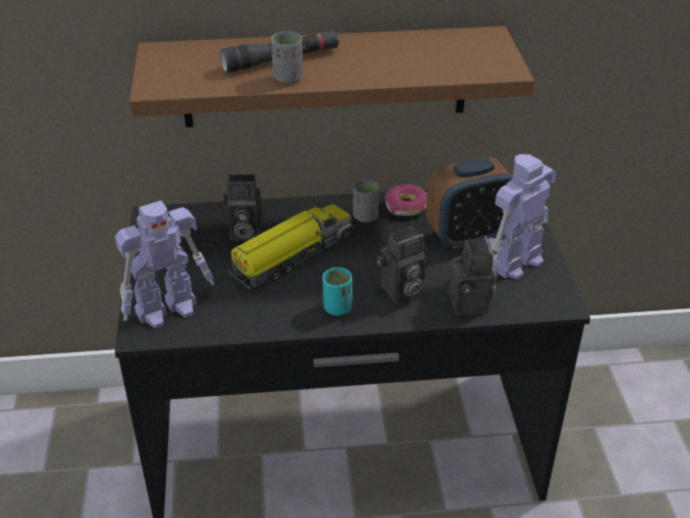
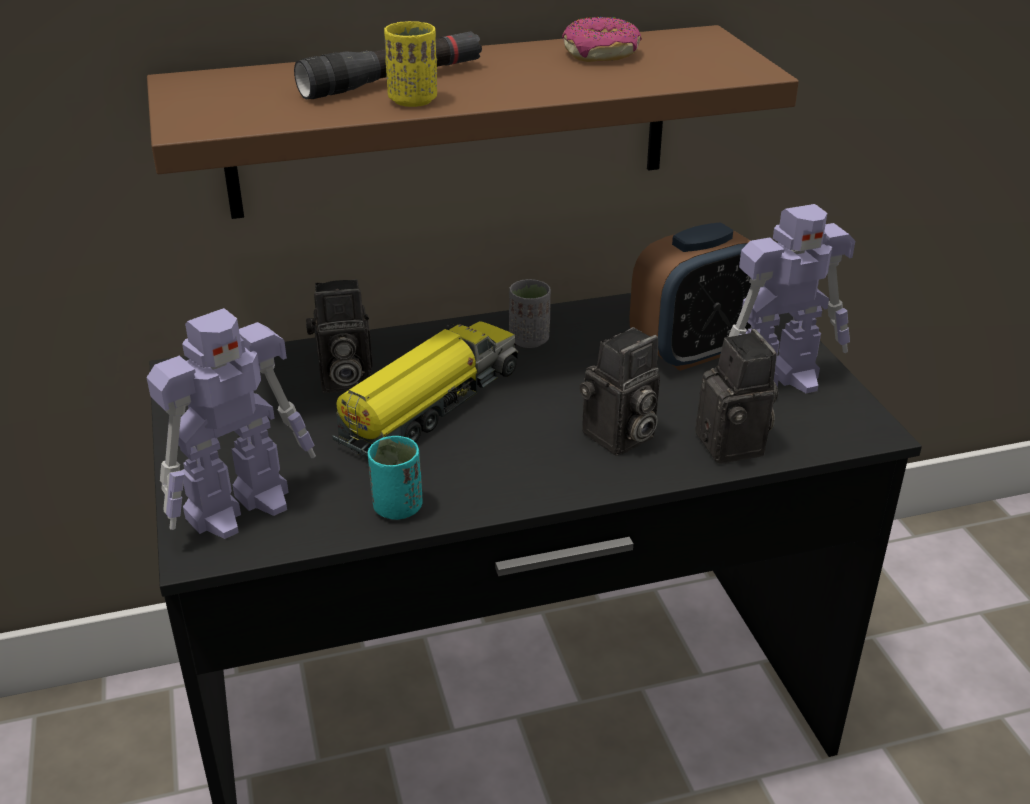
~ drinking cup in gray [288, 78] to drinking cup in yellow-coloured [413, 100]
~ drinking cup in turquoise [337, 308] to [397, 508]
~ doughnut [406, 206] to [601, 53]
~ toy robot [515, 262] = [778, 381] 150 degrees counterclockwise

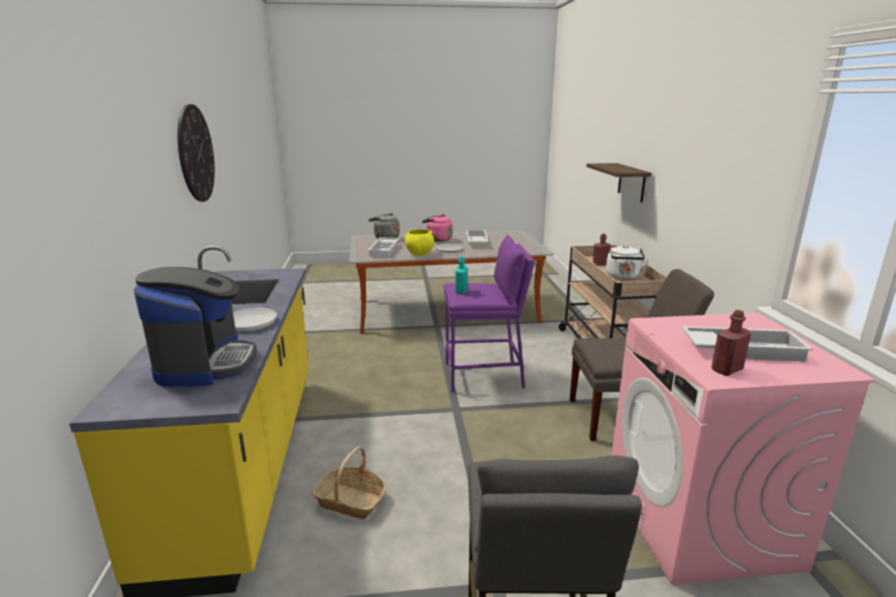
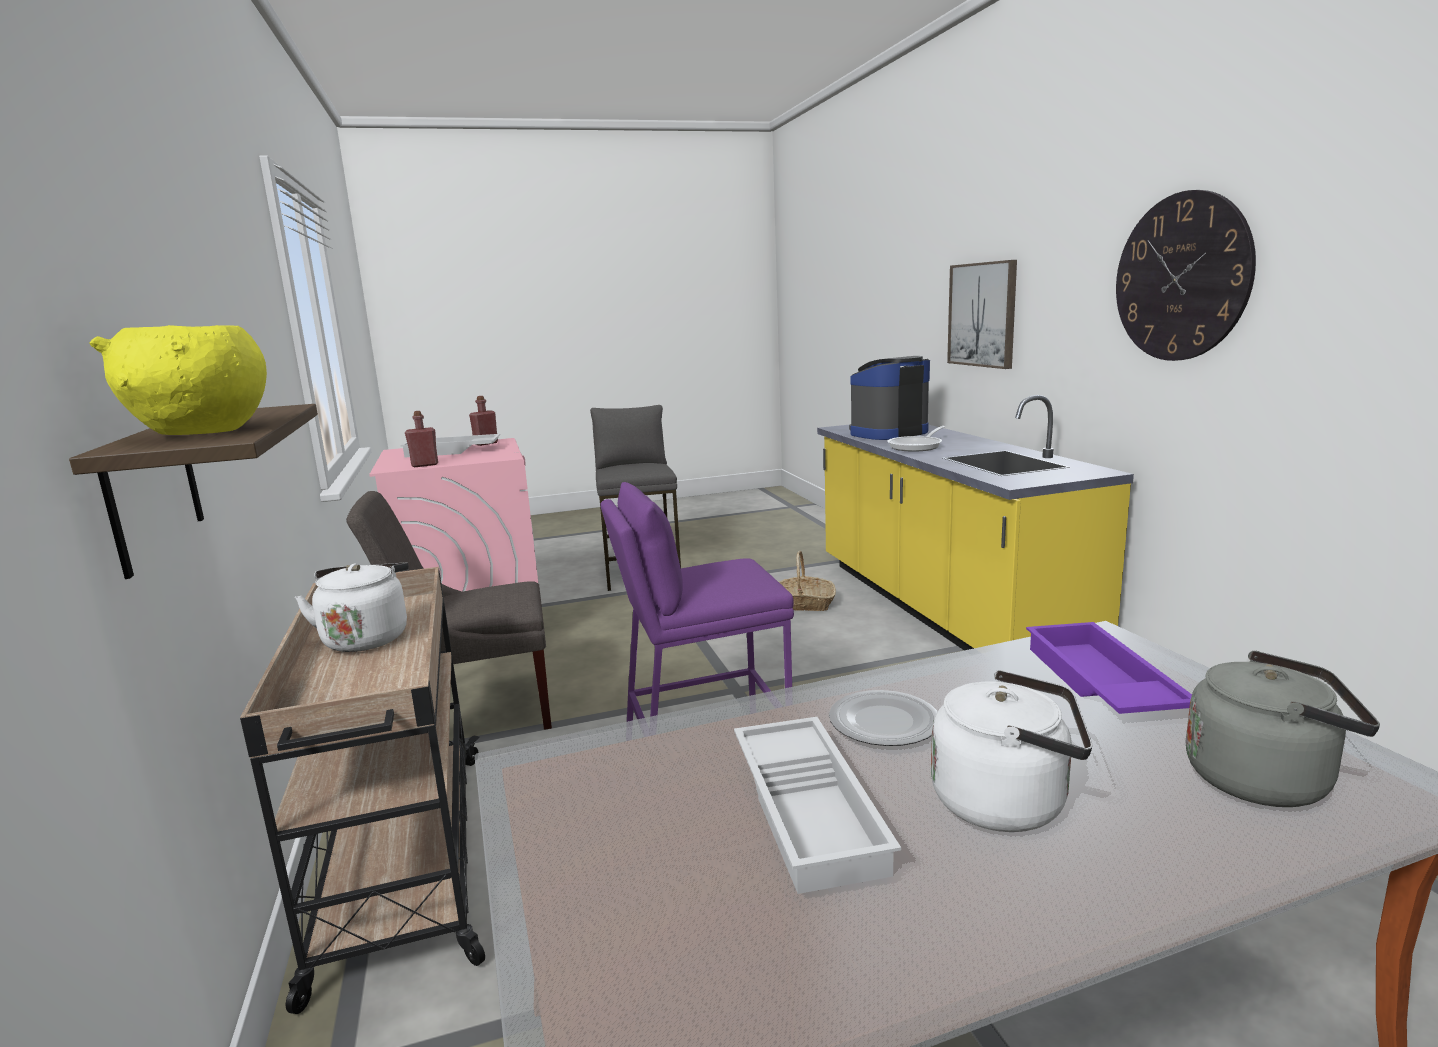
~ coffee maker [205, 364] = [887, 433] 75 degrees clockwise
~ carrying tray in whitish [385, 250] to carrying tray in purplish [1098, 682]
~ deep dish in yellow-coloured [419, 253] to [203, 432]
~ kettle in pink [437, 239] to kettle in whitish [1007, 802]
- bottle in turquoise [461, 291]
~ bottle in reddish [600, 264] to [425, 465]
+ wall art [982, 314]

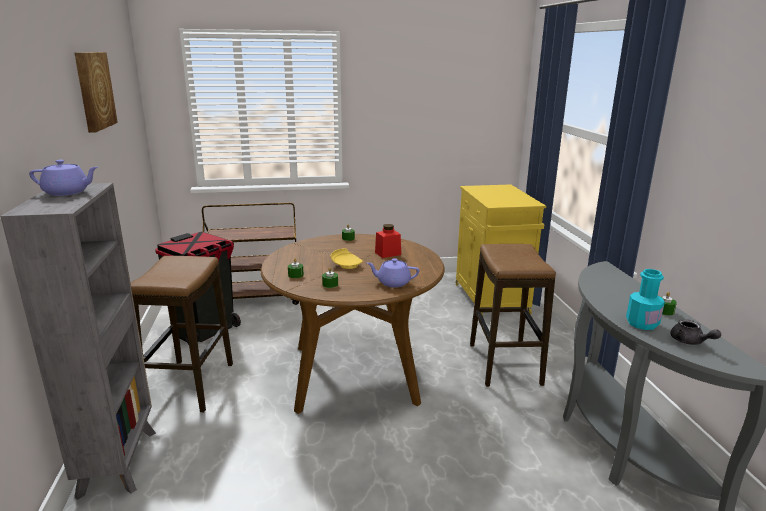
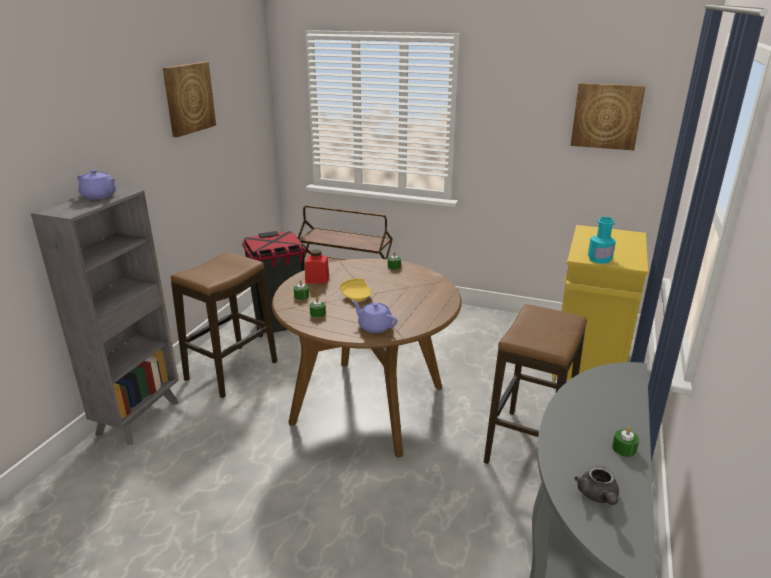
~ storage jar in reddish [388, 253] to [317, 279]
~ bottle in turquoise [642, 323] to [599, 259]
+ wall art [606, 116]

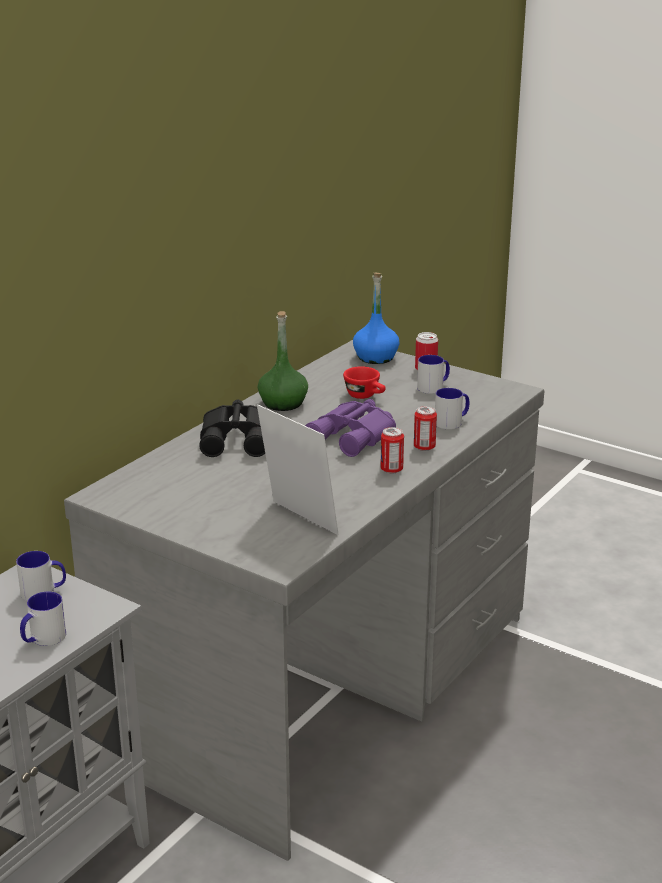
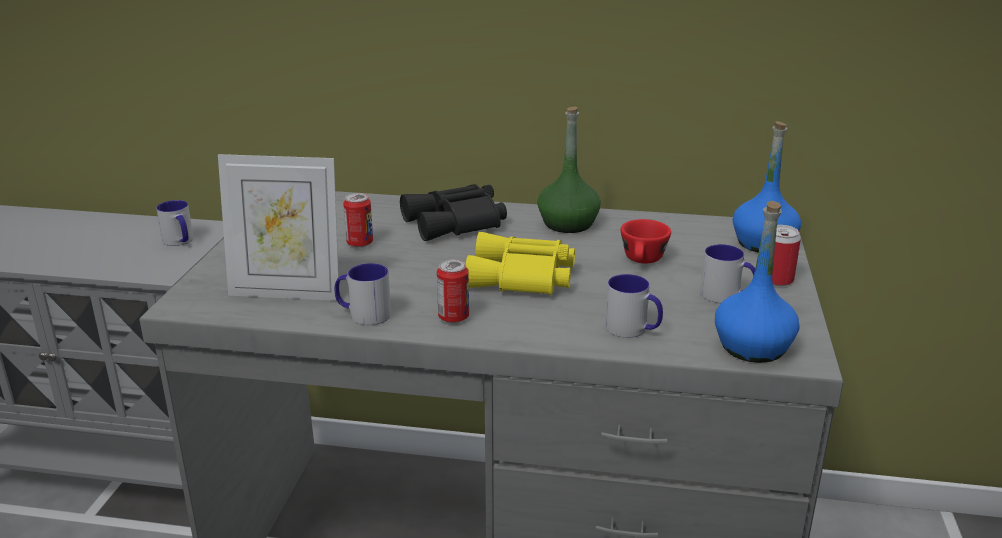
~ mug [43, 639] to [363, 314]
~ picture frame [298, 521] = [287, 292] 75 degrees clockwise
~ binoculars in purplish [354, 436] to binoculars in yellow-coloured [522, 278]
~ metal can [424, 447] to [360, 243]
+ bottle in blue [753, 347]

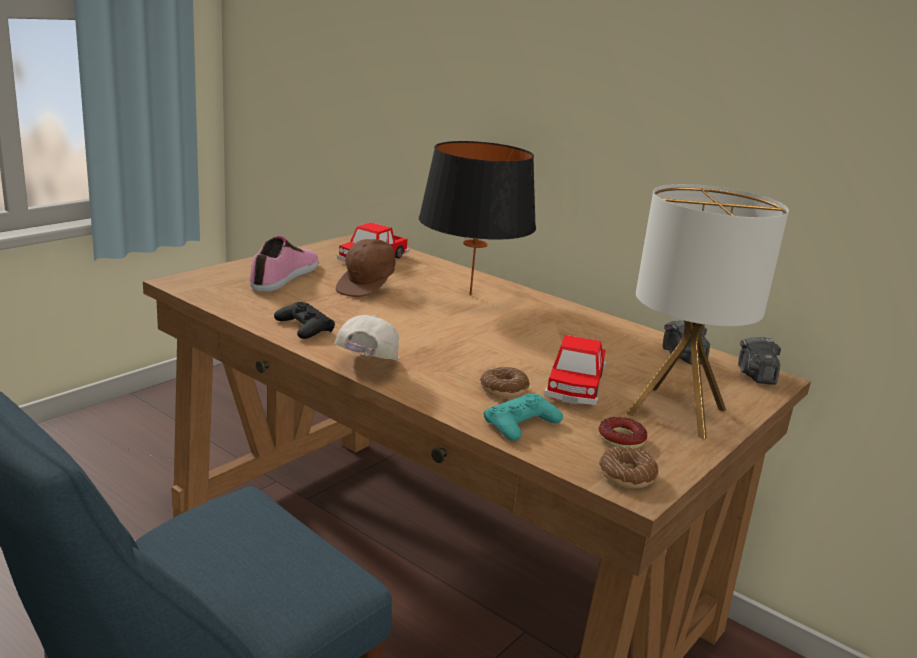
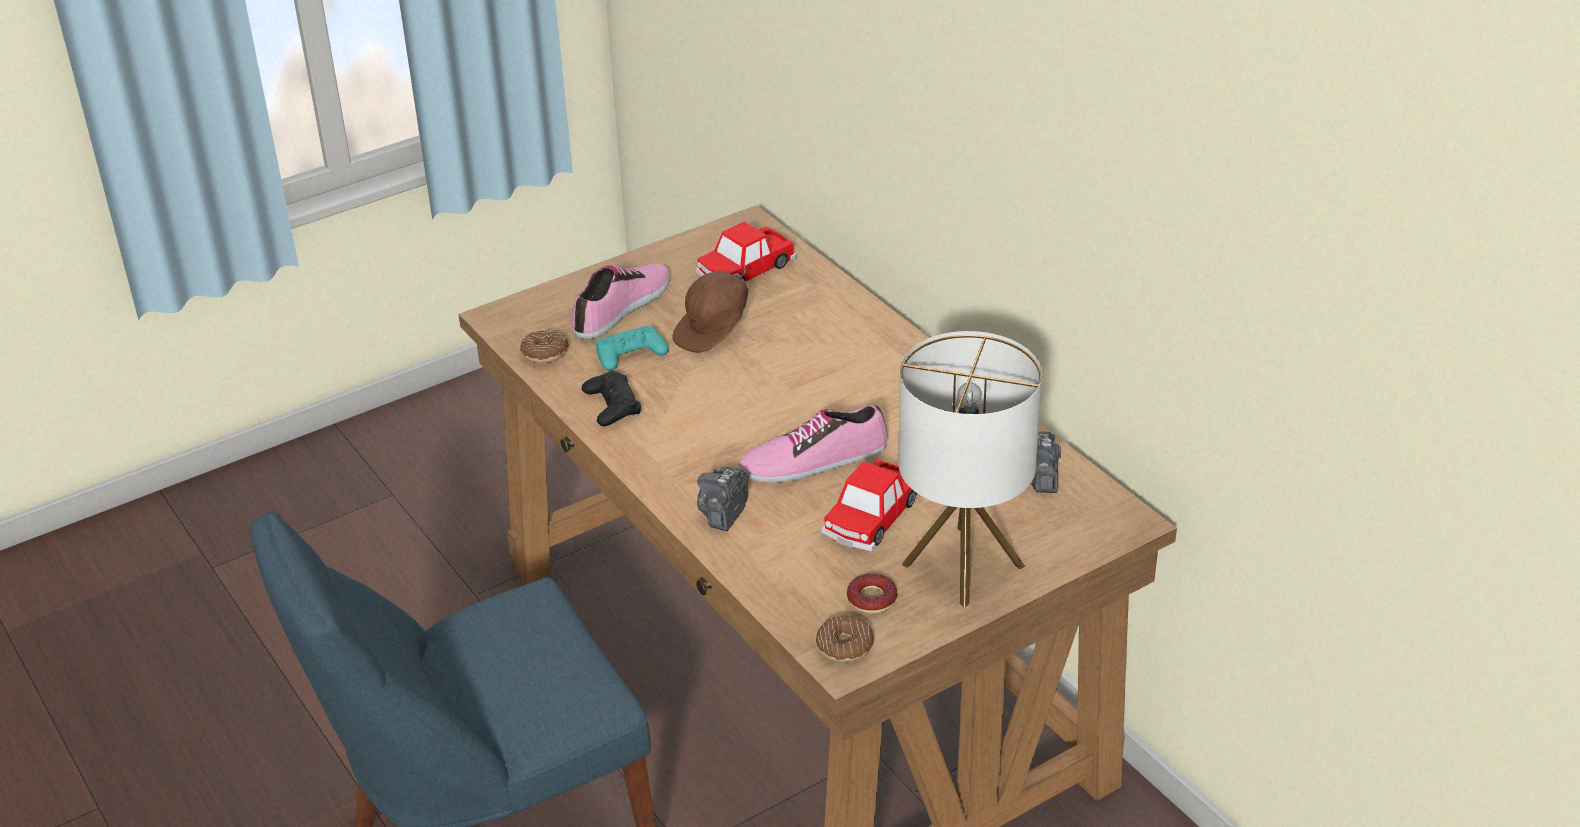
- peaked cap in whitish [365, 370]
- tabletop lamp in blackish [470, 295]
~ doughnut [504, 389] to [545, 353]
~ game controller in turquoise [521, 424] to [630, 354]
~ still camera [755, 375] to [723, 513]
+ item of footwear [813, 459]

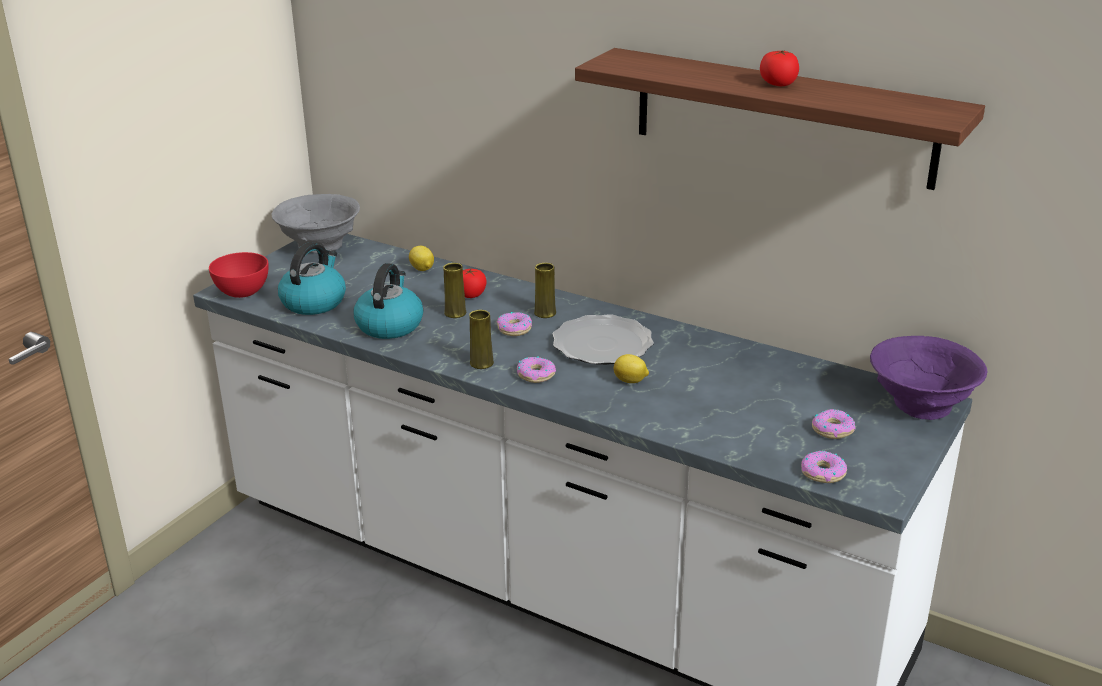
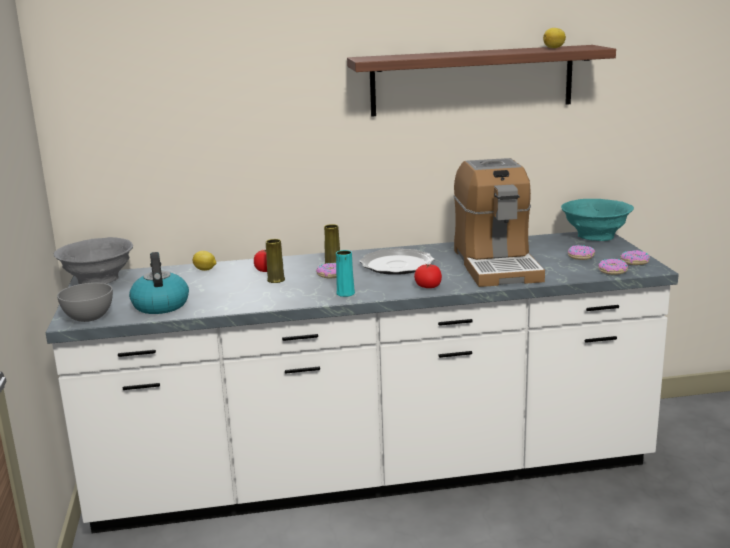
~ deep dish in reddish [242, 292] to deep dish in gray [88, 318]
- kettle [389, 325]
~ decorative vase in yellow-coloured [481, 363] to decorative vase in turquoise [345, 293]
~ doughnut [536, 375] to [634, 262]
~ citrus fruit [630, 381] to [554, 48]
~ fresh tomato [778, 84] to [428, 287]
~ deep dish in purplish [921, 405] to deep dish in turquoise [595, 237]
+ coffee maker [496, 265]

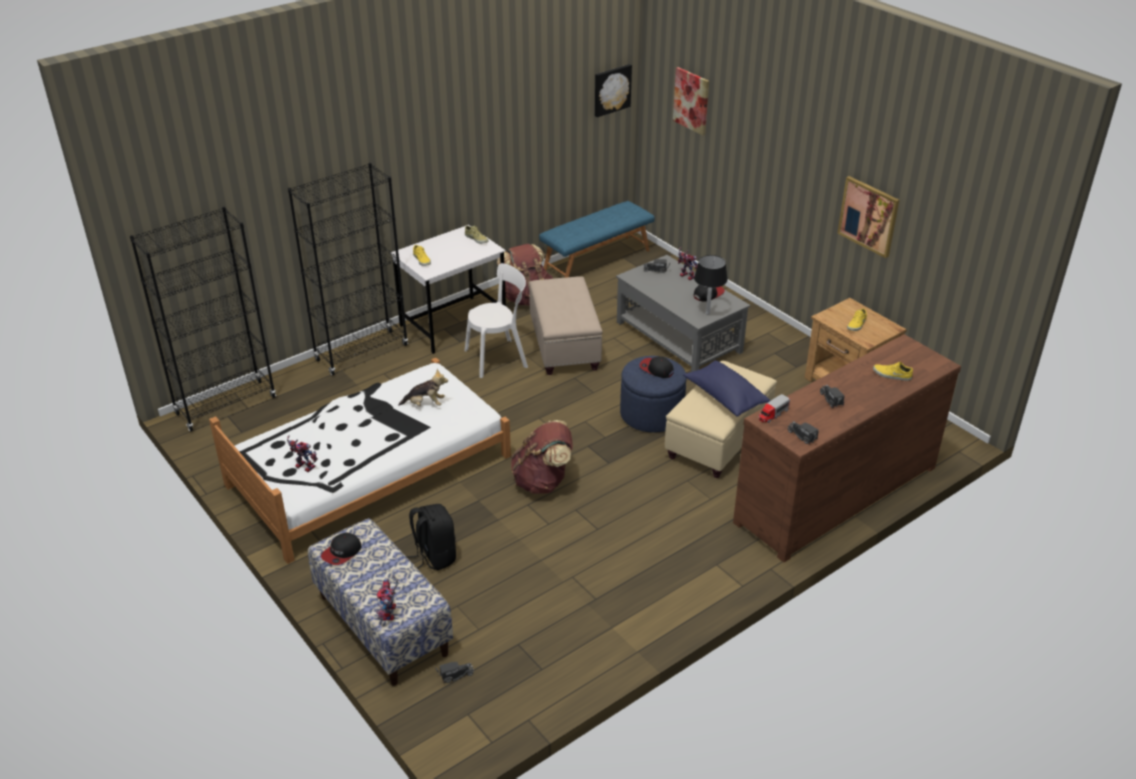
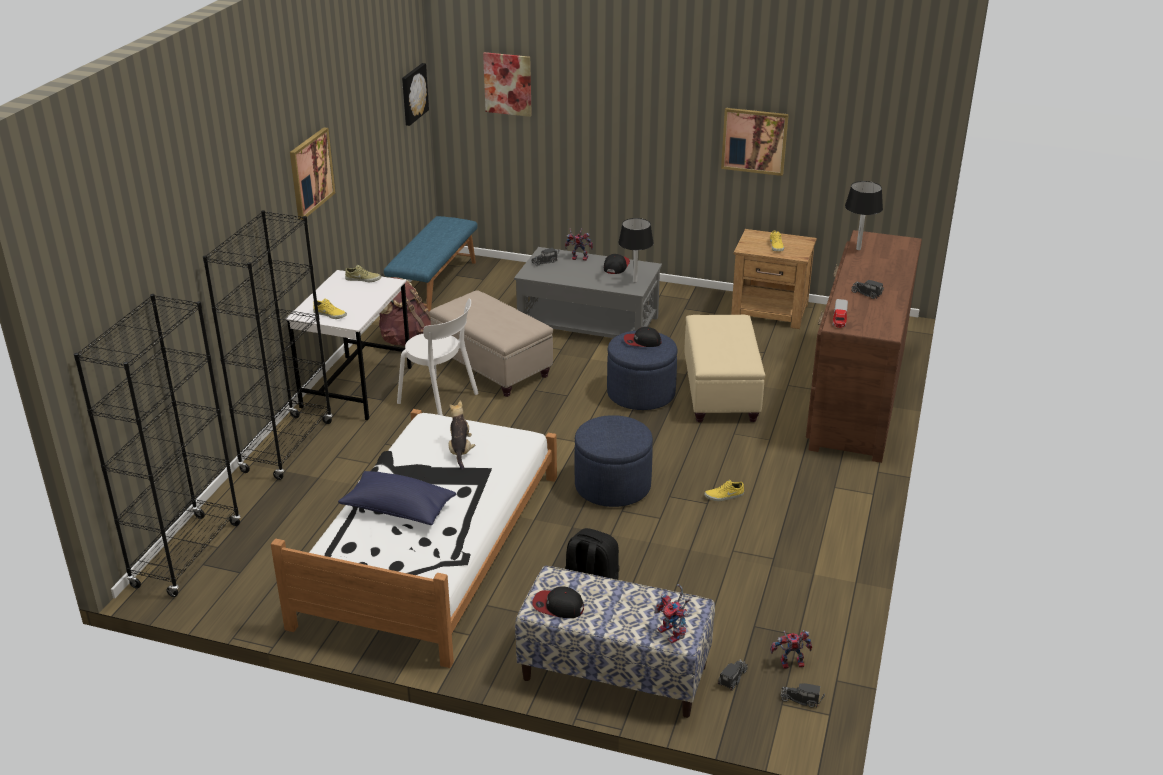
~ toy robot [302, 467] to [790, 664]
~ peaked cap [342, 552] = [558, 606] 105 degrees clockwise
~ cuddly toy [425, 404] = [460, 451] 60 degrees counterclockwise
~ upright chair in whitish [499, 357] = [440, 399] 90 degrees clockwise
~ rucksack in brownish [543, 482] to footrest in blue [612, 486]
~ cushion in blue [725, 397] to [398, 510]
~ toy lorry [803, 436] to [802, 700]
~ item of footwear in yellow-coloured [891, 375] to [724, 496]
+ wall art [311, 173]
+ tabletop lamp in blackish [858, 249]

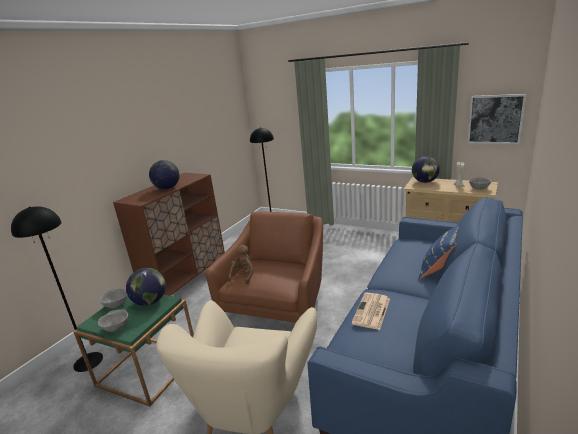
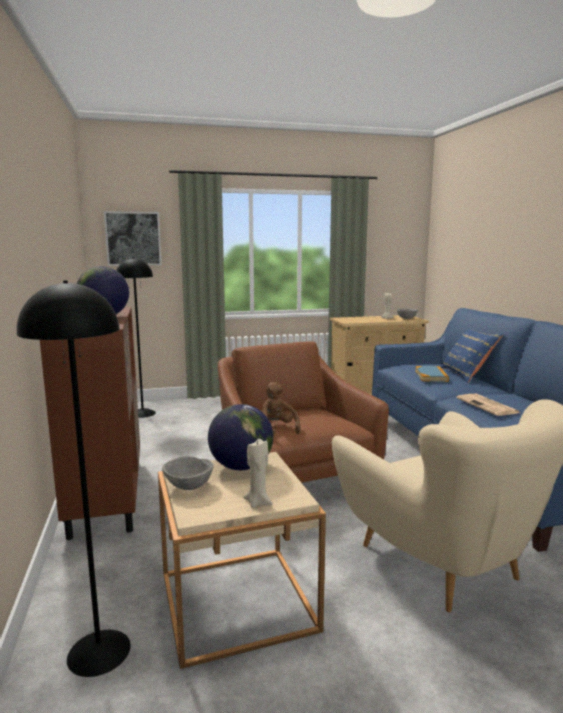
~ end table in green-coloured [148, 368] to end table in beige [237, 601]
~ deep dish in gray [116, 328] to wax light in beige [258, 502]
- world globe [425, 182]
~ wall art [495, 119] to [133, 238]
+ volume [431, 376]

